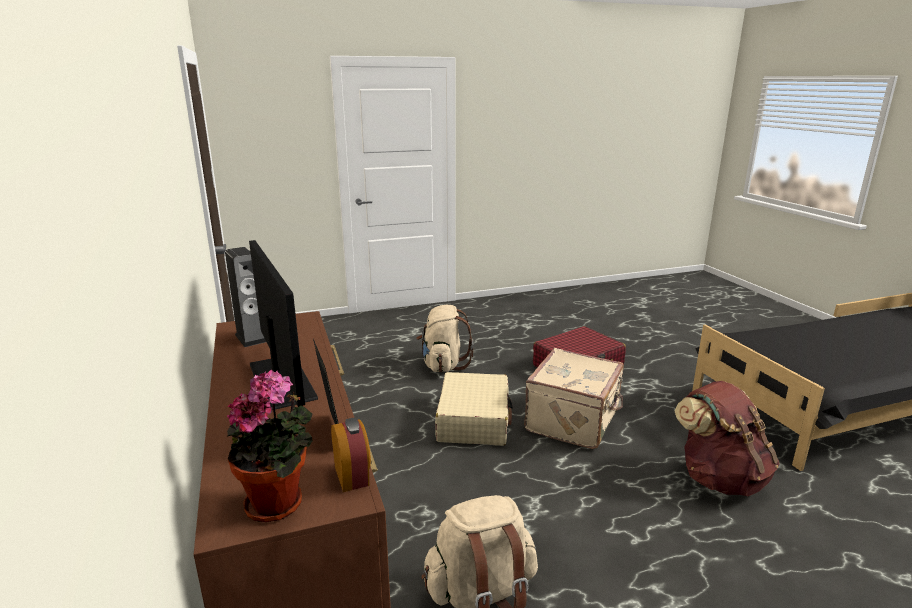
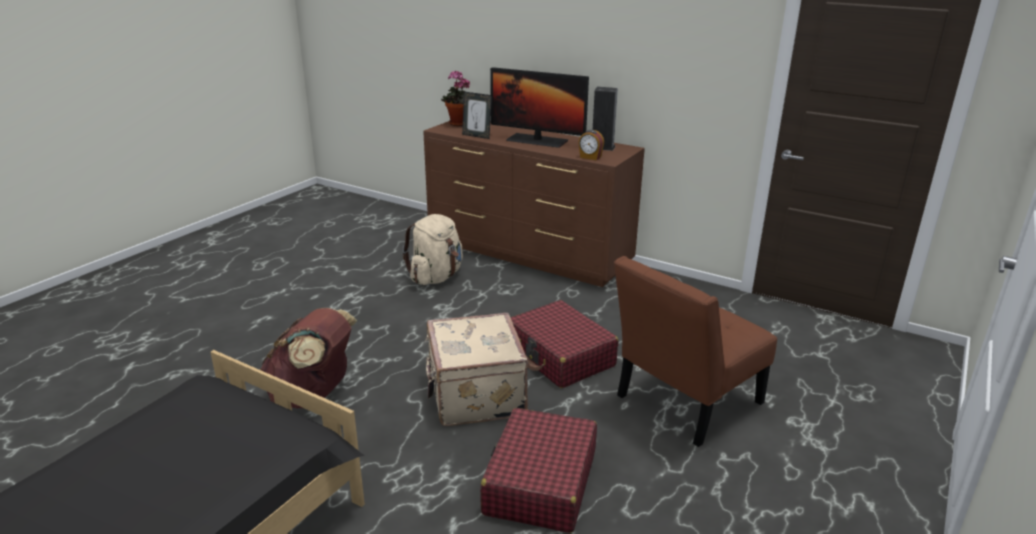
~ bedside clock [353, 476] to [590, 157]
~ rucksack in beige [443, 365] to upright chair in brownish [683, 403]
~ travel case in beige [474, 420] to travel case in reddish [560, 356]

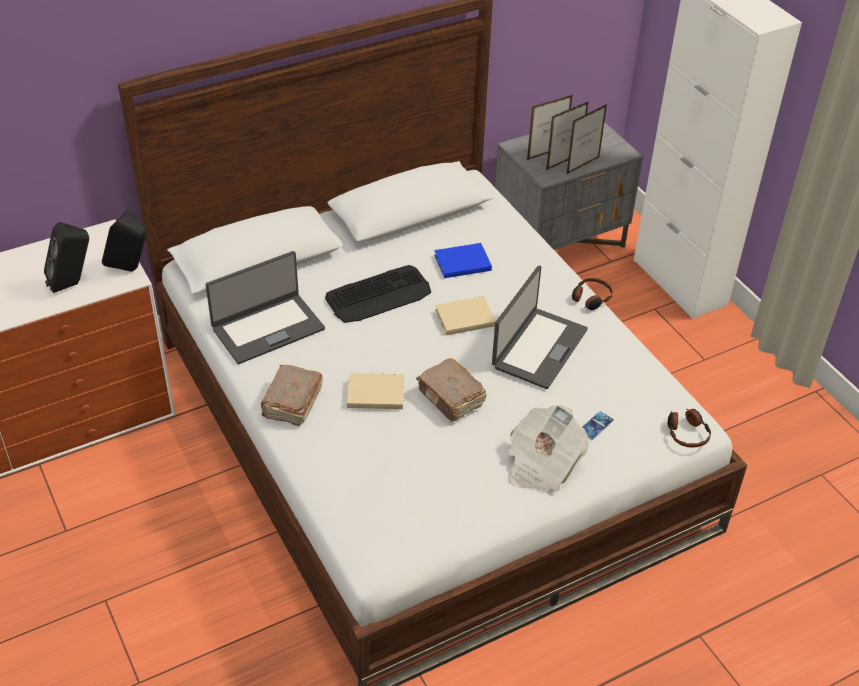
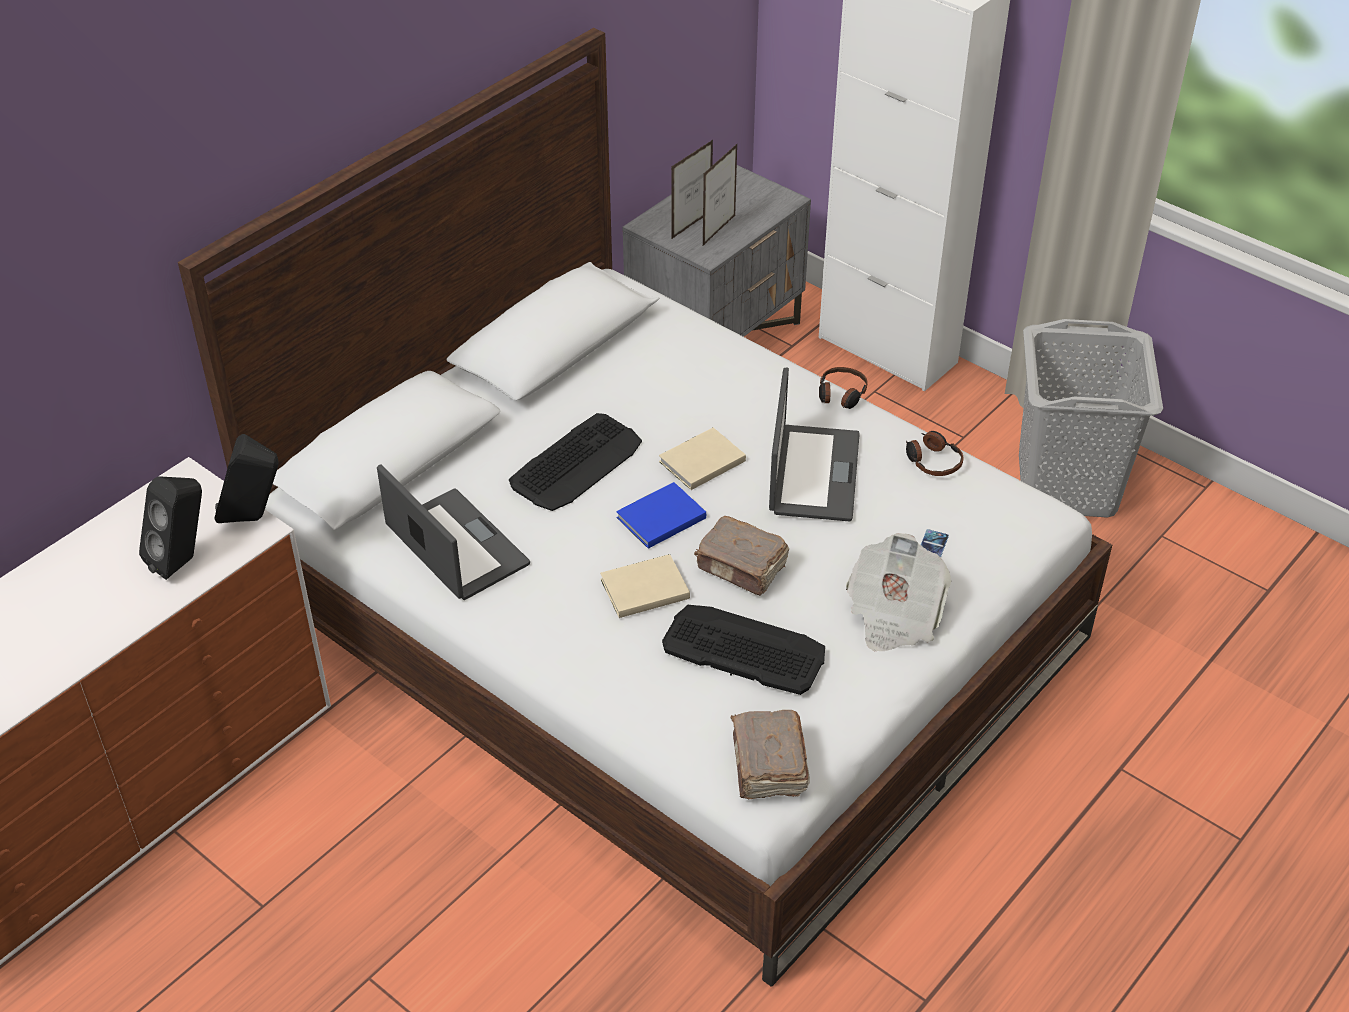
~ notebook computer [267, 328] = [455, 547] 75 degrees counterclockwise
~ volume in brownish [292, 403] to [768, 766]
~ volume in blue [461, 262] to [658, 518]
- picture frame [583, 165]
~ headset [686, 432] to [932, 461]
+ computer keyboard [743, 649]
+ hamper in gray [1067, 484]

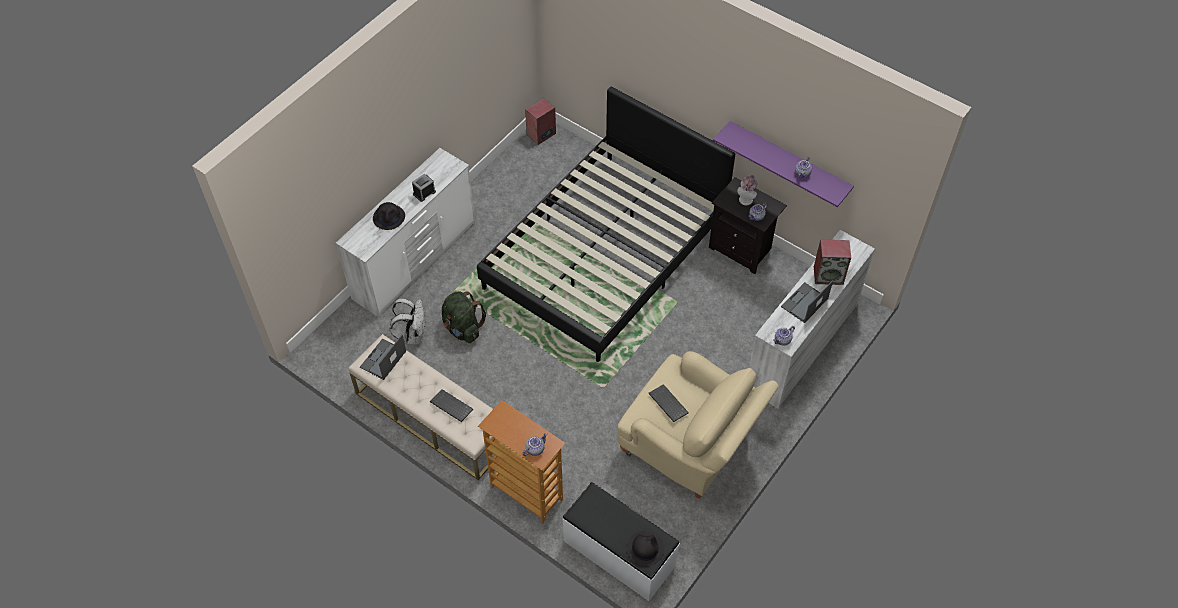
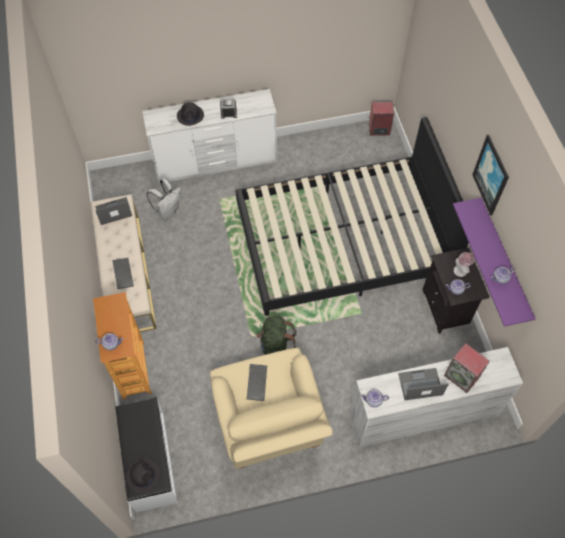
~ rucksack in green-coloured [463, 328] to [275, 344]
+ wall art [491, 175]

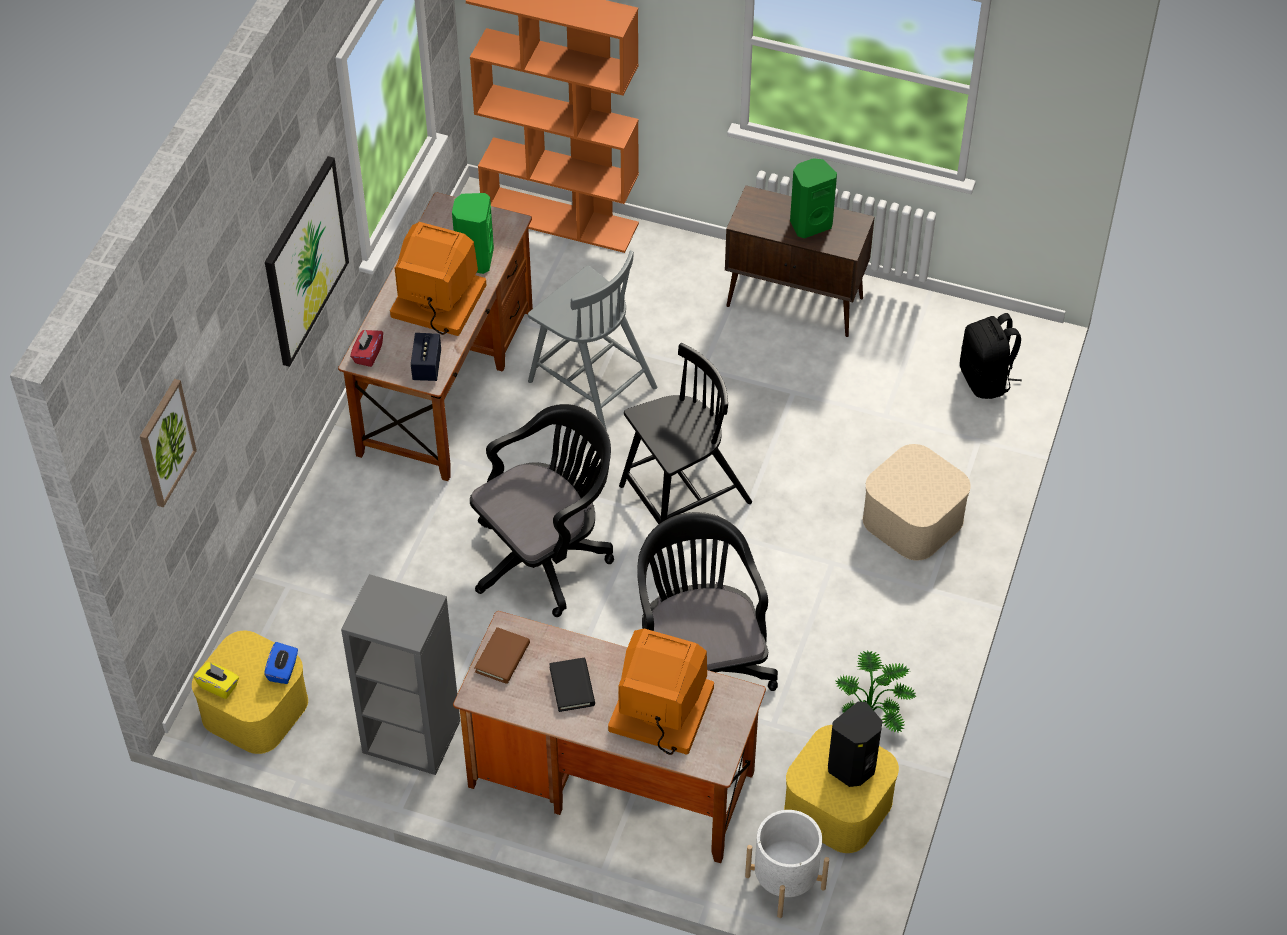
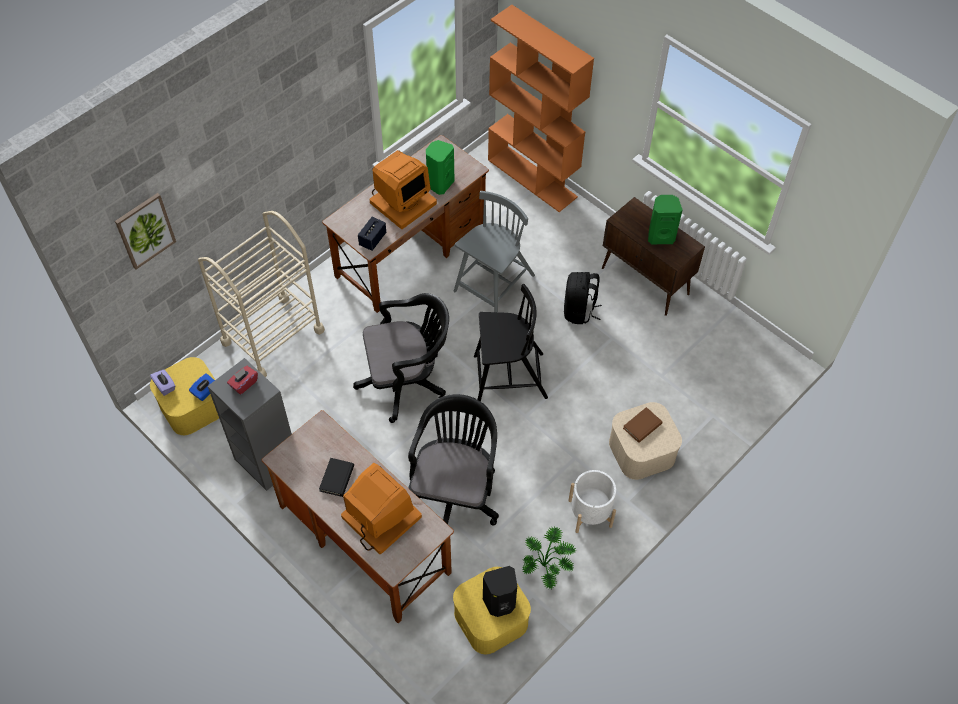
~ box of tissues in yellow-coloured [218, 686] to box of tissues in purplish [165, 386]
- wall art [305, 261]
~ box of tissues in reddish [367, 355] to [244, 384]
~ computer display [437, 302] = [402, 202] 90 degrees clockwise
~ volume in brownish [502, 658] to [642, 426]
~ upright chair in gray [590, 383] = [493, 285] 120 degrees counterclockwise
~ plant pot in whitish [785, 882] to [590, 513]
~ rucksack in blackish [986, 380] to [579, 311]
+ cart in beige [273, 336]

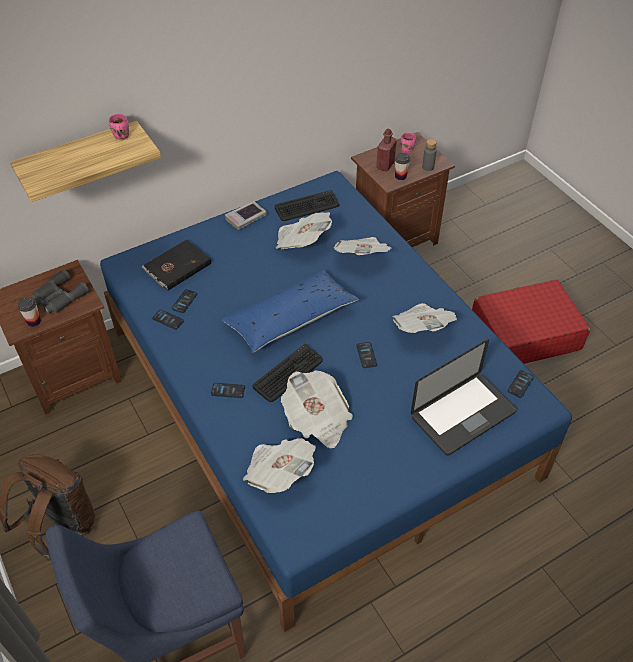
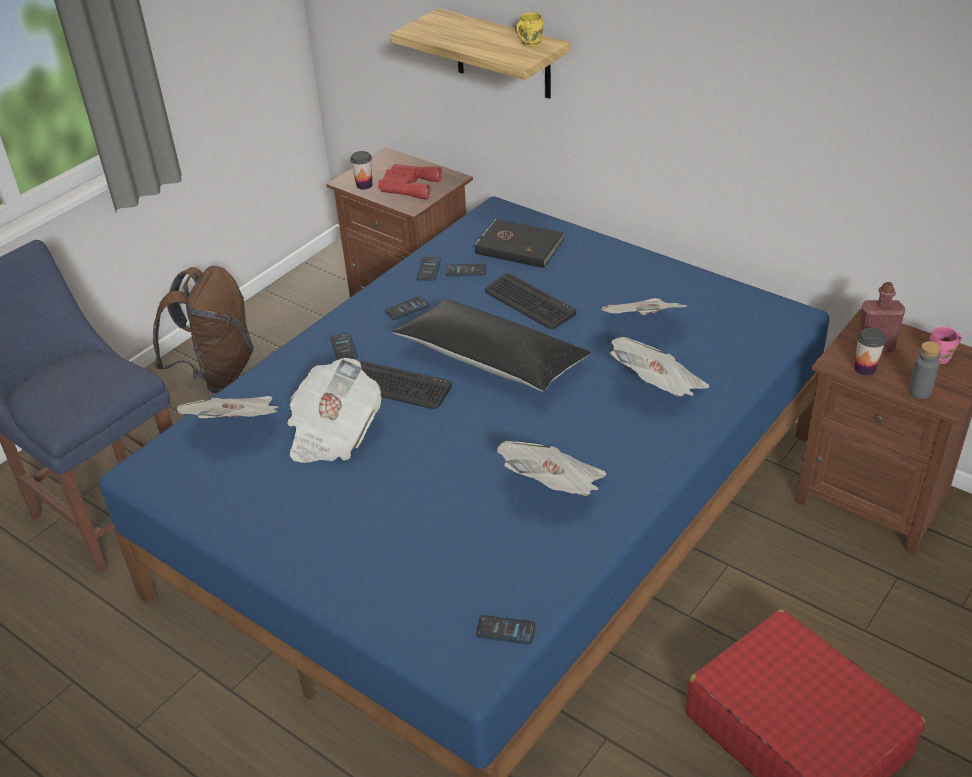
~ binoculars in gray [58, 297] to binoculars in reddish [407, 186]
~ mug in pink [120, 137] to mug in yellow-coloured [529, 43]
~ cushion in blue [290, 319] to cushion in blackish [491, 359]
- volume [246, 218]
~ computer keyboard [307, 207] to [529, 302]
~ phone [366, 355] to [407, 309]
- notebook computer [463, 414]

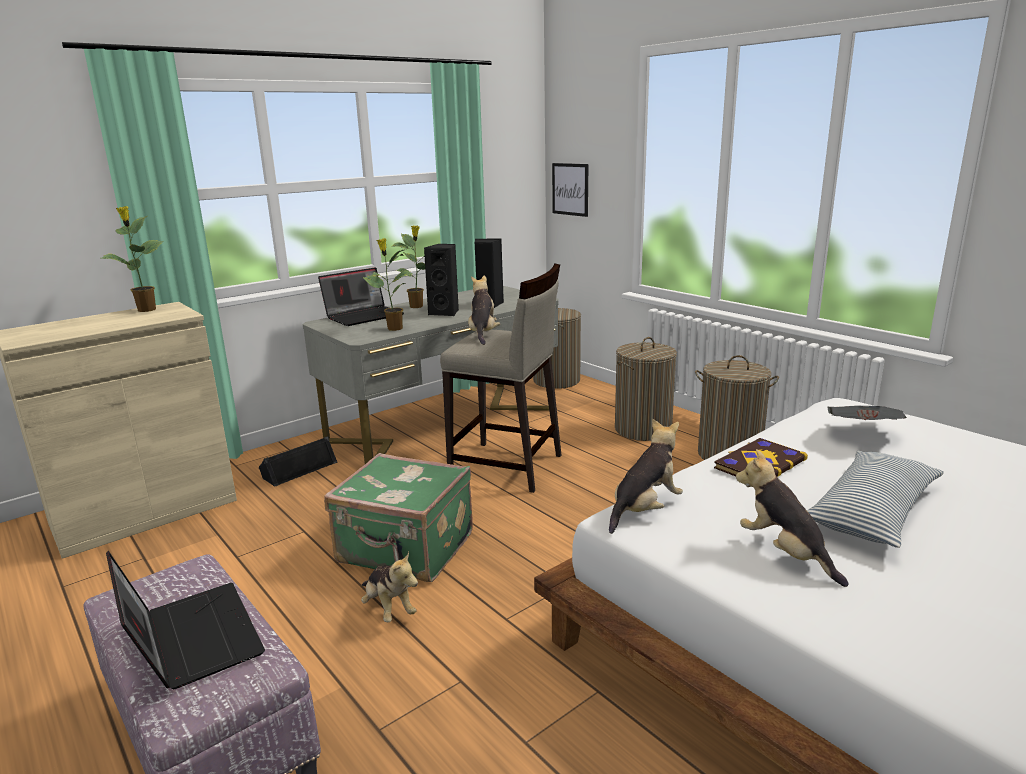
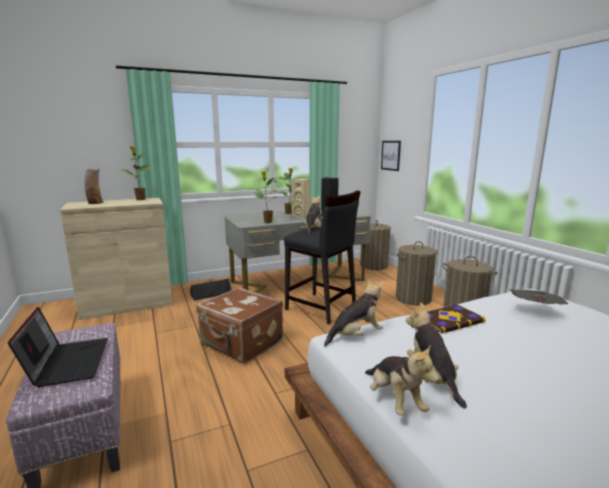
- notebook computer [364, 316]
~ travel case in green-coloured [405, 550] to travel case in brownish [241, 344]
~ cuddly toy [388, 608] to [394, 400]
~ speaker in blackish [446, 312] to speaker in beige [301, 217]
~ stool in beige [507, 467] to stool in blackish [321, 308]
- cushion [872, 512]
+ decorative vase [95, 203]

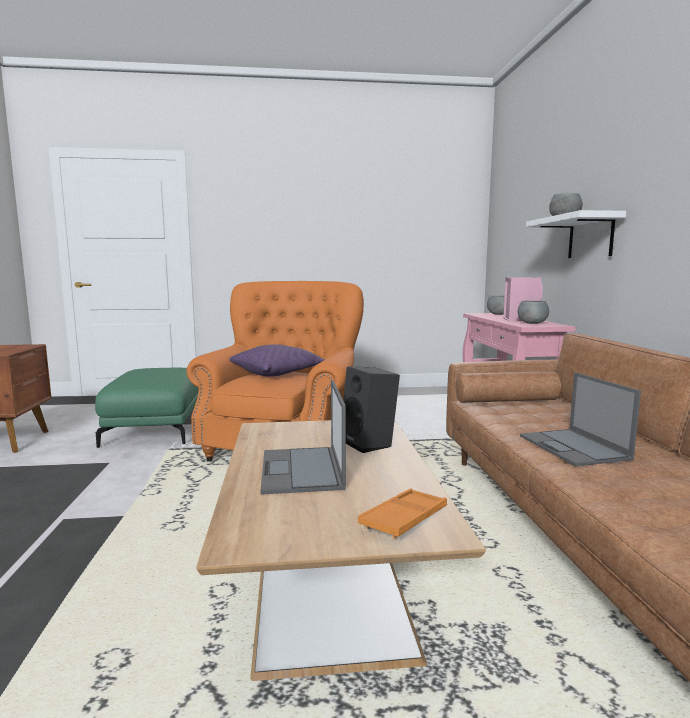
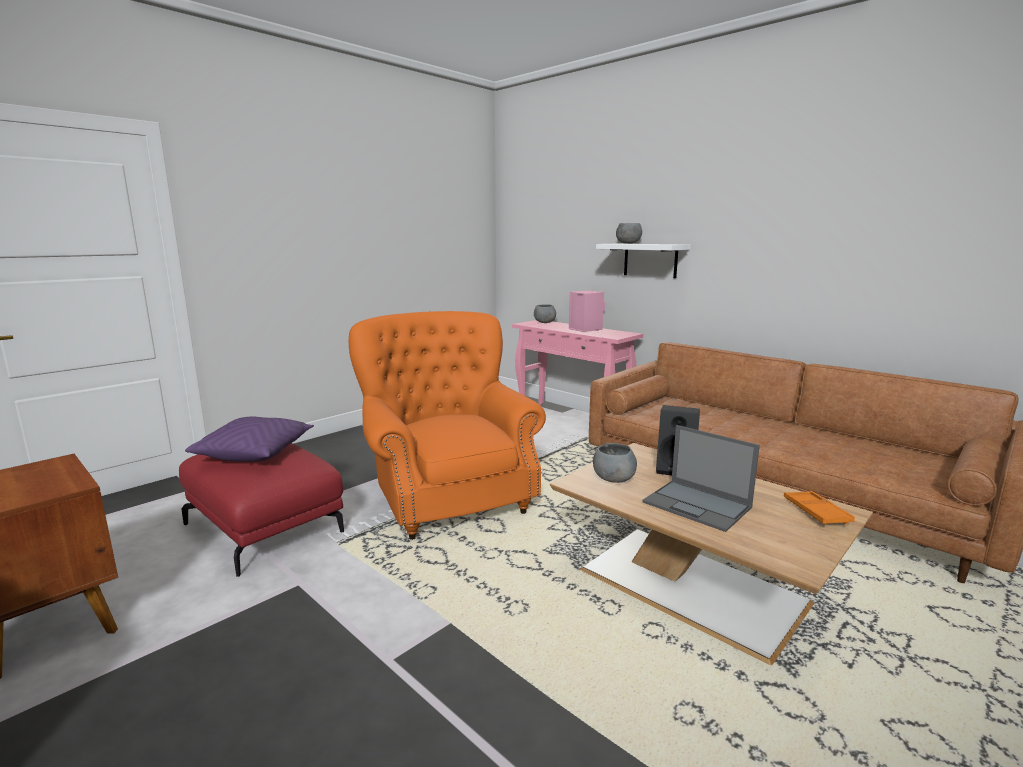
~ footrest in green-coloured [156, 429] to footrest in reddish [266, 528]
~ cushion in purplish [277, 373] to [255, 452]
~ deep dish in gray [532, 323] to [613, 479]
- notebook computer [574, 448]

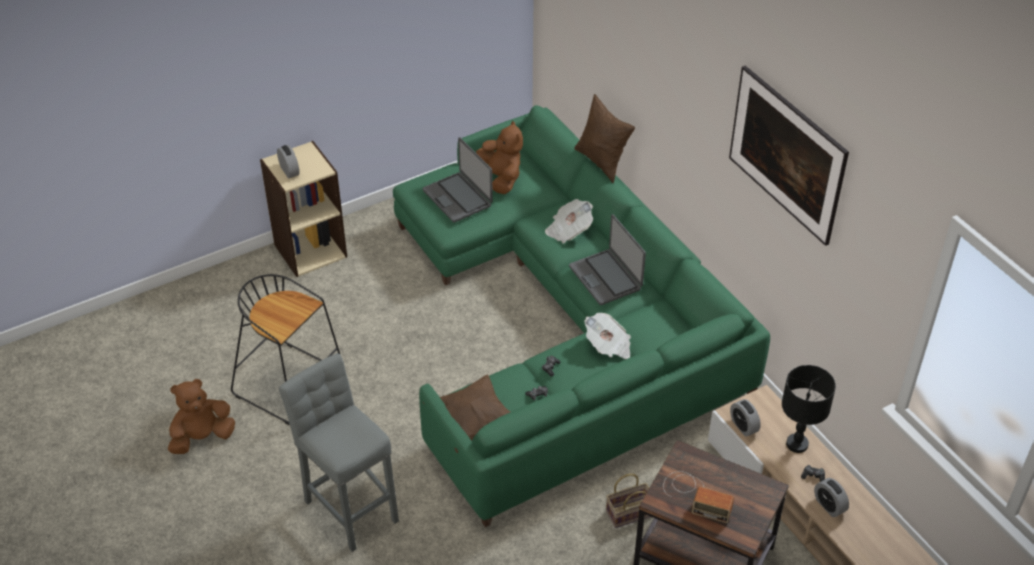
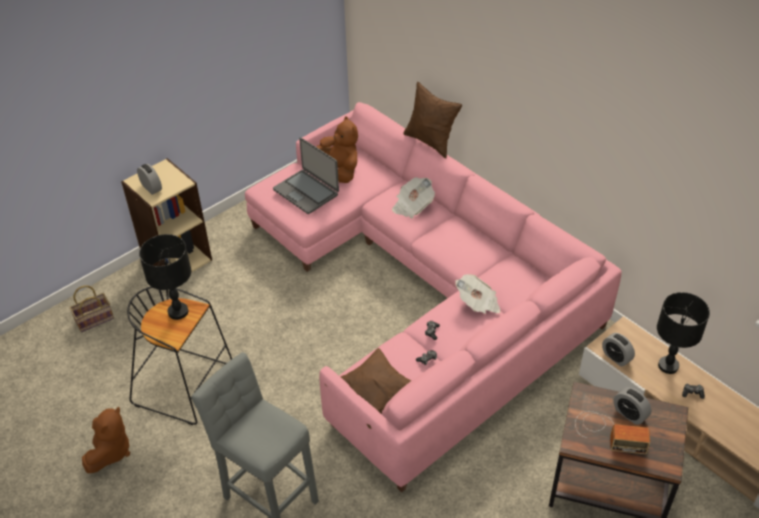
~ cuddly toy in brownish [202, 437] = [110, 452] 150 degrees clockwise
~ settee in green-coloured [565, 327] to settee in pink [423, 292]
- notebook computer [606, 277]
~ household basket [630, 512] to [95, 319]
- wall art [782, 177]
~ bedside clock [829, 506] to [629, 414]
+ tabletop lamp in blackish [178, 312]

